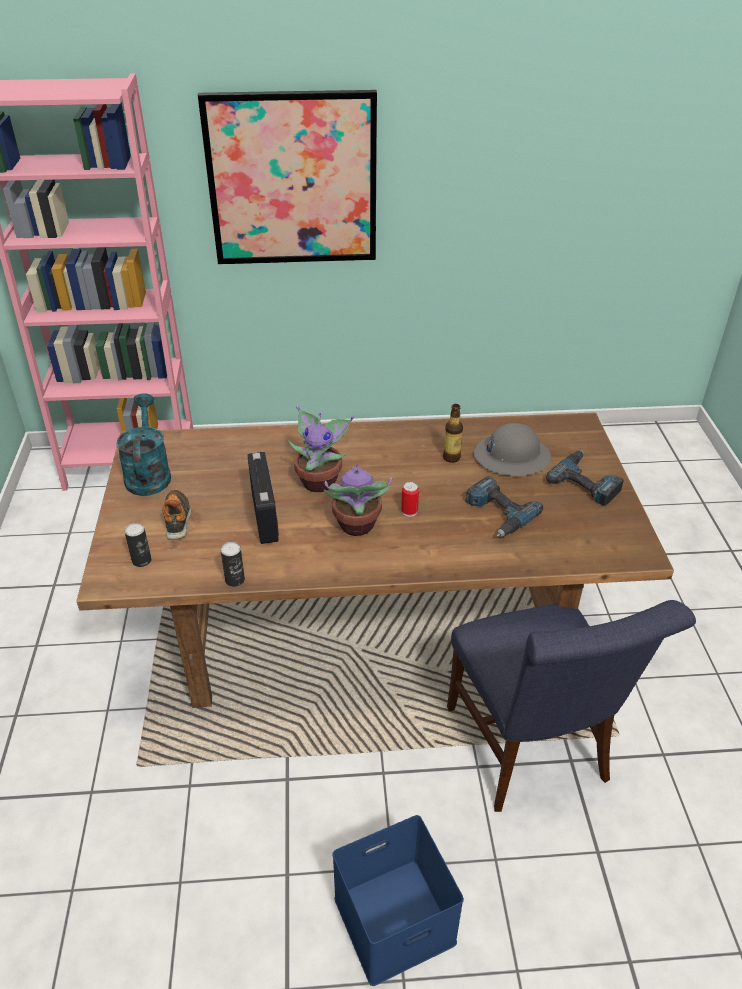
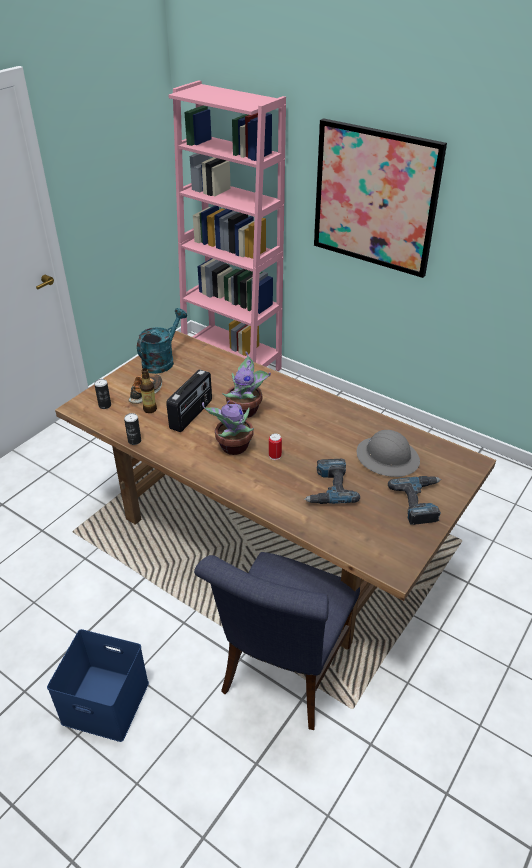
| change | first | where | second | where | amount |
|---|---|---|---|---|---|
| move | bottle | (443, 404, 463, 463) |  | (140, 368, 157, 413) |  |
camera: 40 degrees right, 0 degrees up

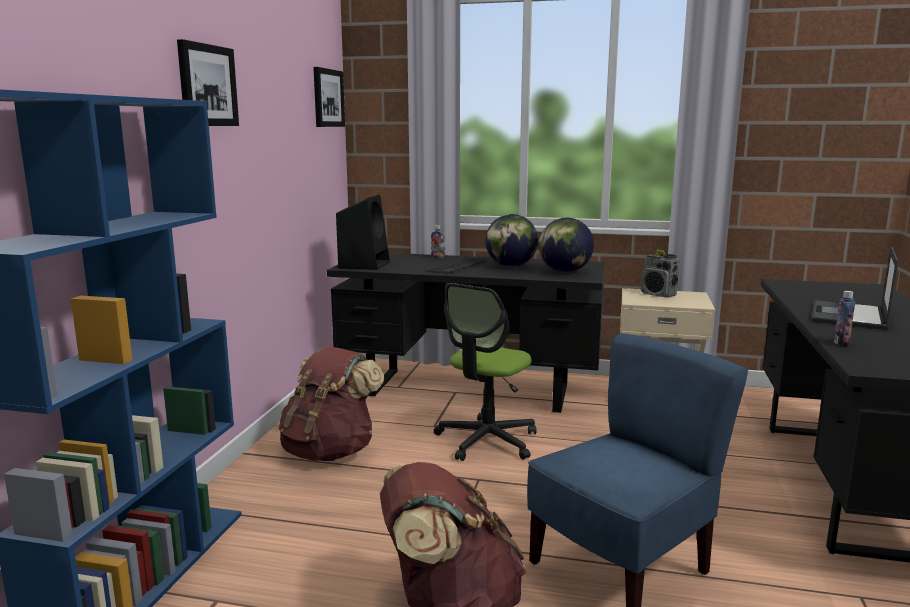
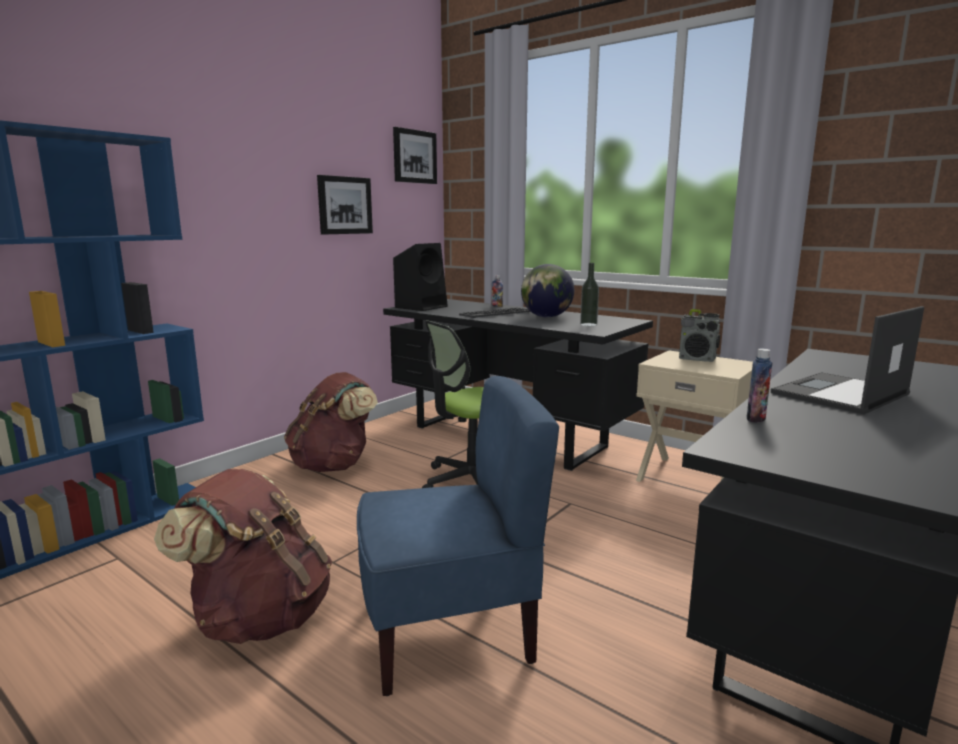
| change | first | where | second | where | amount |
|---|---|---|---|---|---|
| move | picture | (177, 39, 239, 126) |  | (317, 175, 373, 234) |  |
| replace | globe | (539, 218, 594, 272) | bottle | (580, 263, 599, 326) |  |
| rotate | radio | (641, 250, 679, 298) |  | (679, 309, 720, 362) | 45 degrees counterclockwise |
camera: 25 degrees right, 0 degrees up

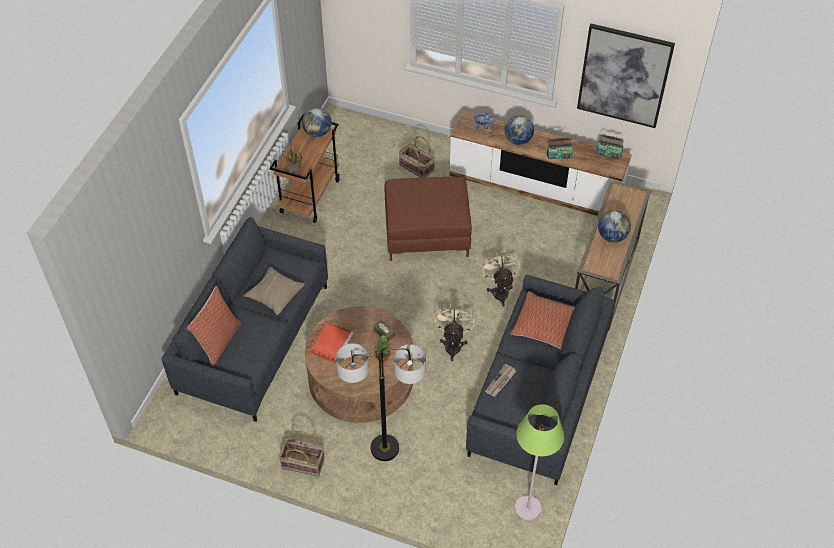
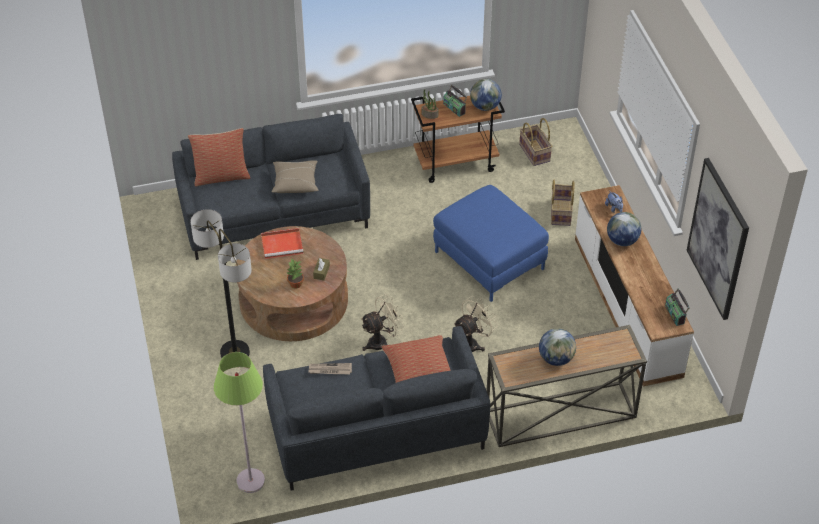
| change | first | where | second | where | amount |
|---|---|---|---|---|---|
| move | basket | (279, 431, 325, 476) |  | (519, 118, 552, 166) |  |
| move | radio | (547, 138, 573, 159) |  | (443, 85, 467, 117) |  |
| recolor | ottoman (brown) | (385, 177, 472, 261) | ottoman (blue) | (433, 185, 549, 302) |  |
camera: 55 degrees right, 5 degrees down

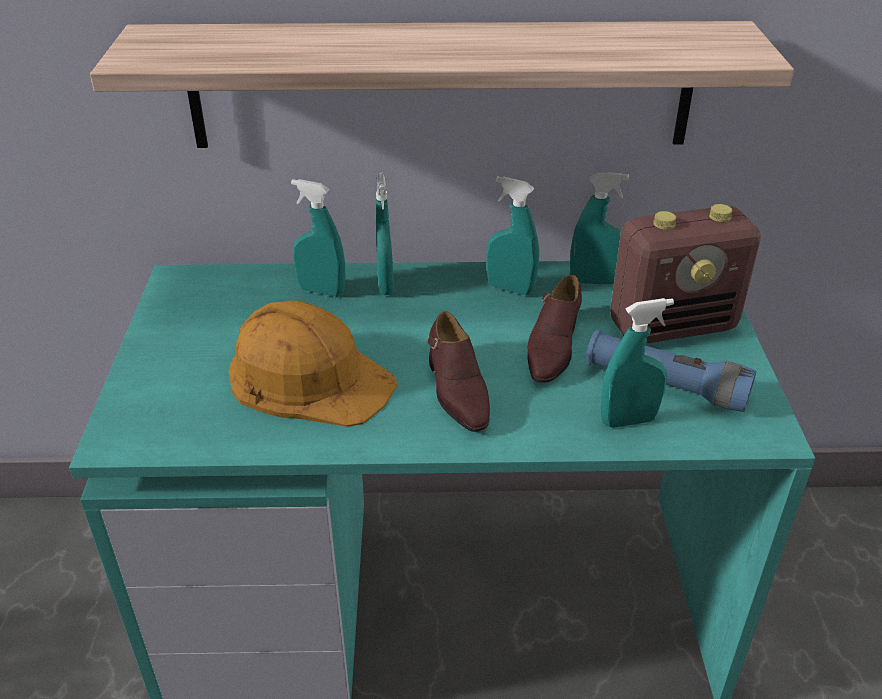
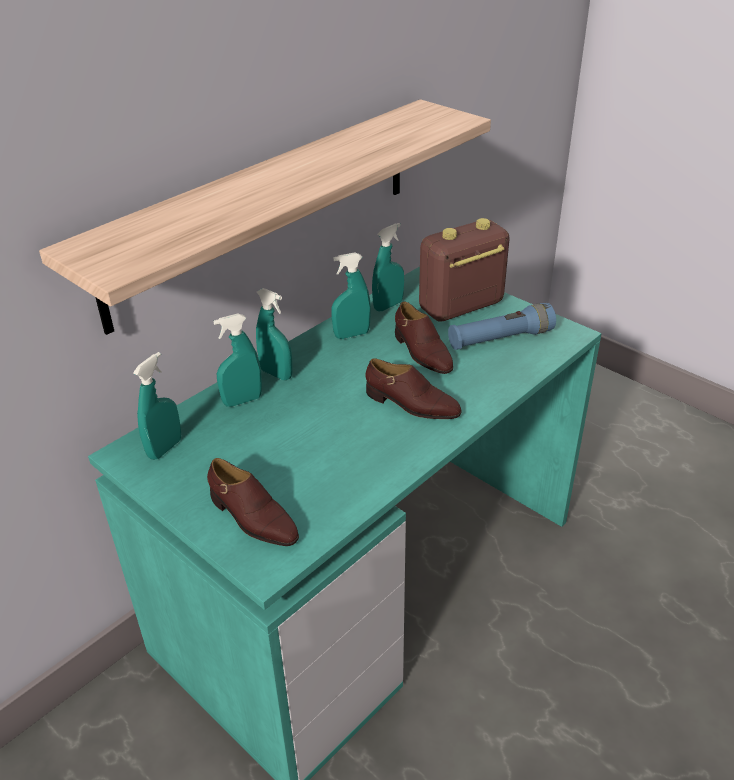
| change | first | where | second | where | amount |
|---|---|---|---|---|---|
| delete | hard hat (orange) | (228, 301, 398, 427) |  |  |  |
| insert |  |  | shoe (brown) | (207, 458, 299, 546) |  |
| move | spray bottle (turquoise) | (601, 298, 674, 428) |  | (133, 352, 181, 460) |  |
| rotate | radio | (610, 204, 761, 343) |  | (419, 218, 510, 322) | 150 degrees counterclockwise |
camera: 45 degrees left, 0 degrees up

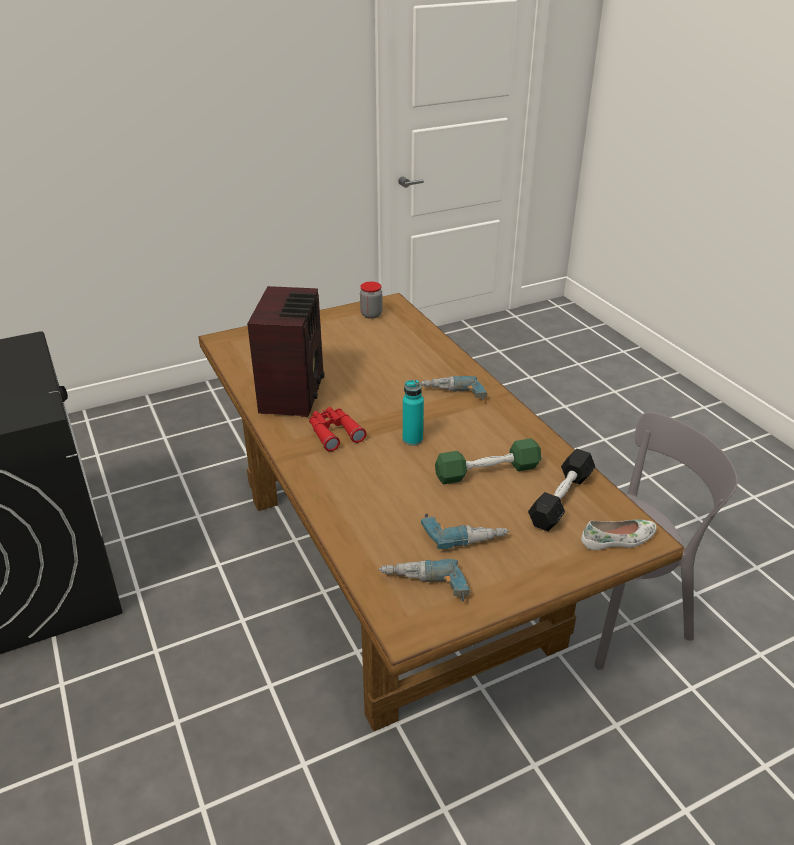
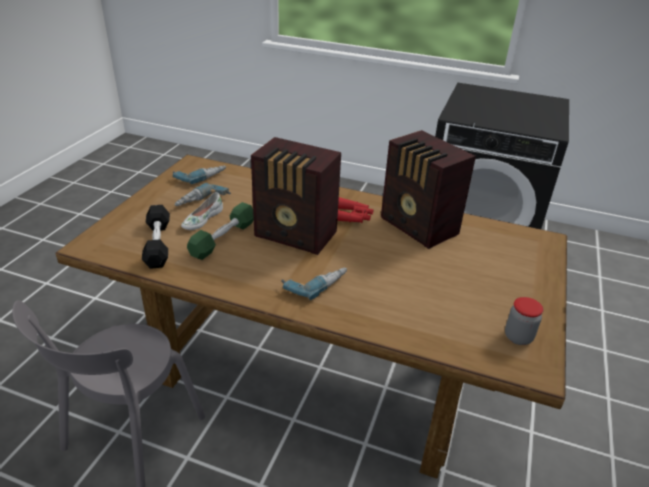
| change | first | where | second | where | amount |
|---|---|---|---|---|---|
| move | shoe (white) | (581, 520, 657, 550) |  | (181, 192, 223, 230) |  |
| replace | bottle (turquoise) | (403, 380, 424, 446) | radio | (251, 137, 341, 255) |  |
camera: 135 degrees right, 0 degrees up

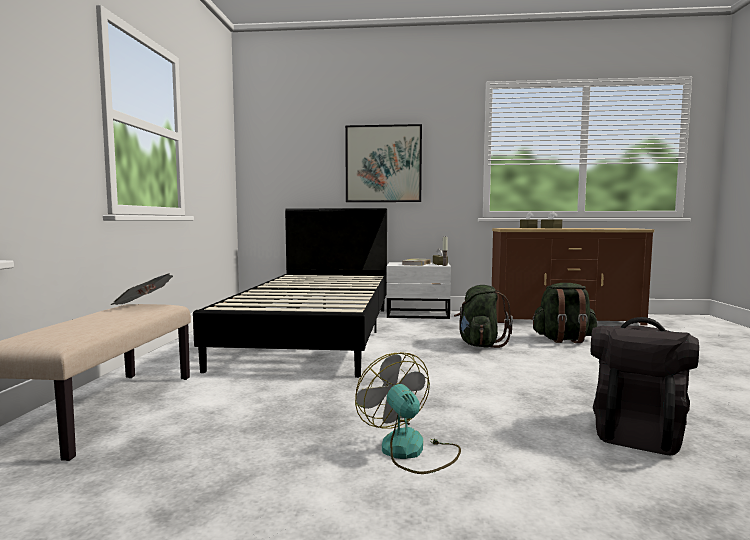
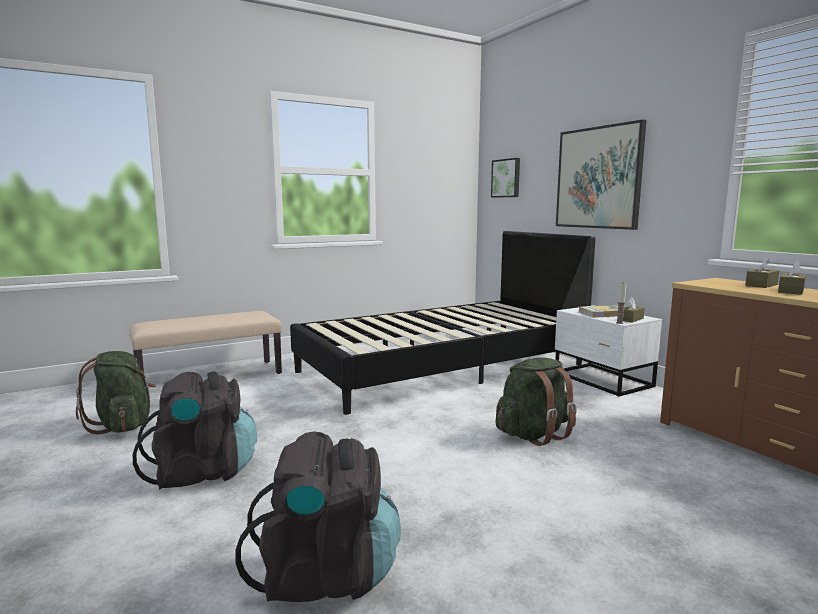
| change | first | where | second | where | amount |
|---|---|---|---|---|---|
| delete | newspaper | (110, 273, 173, 305) |  |  |  |
| insert |  |  | picture | (491, 158, 520, 198) |  |
| move | backpack (green) | (531, 283, 597, 343) |  | (76, 351, 156, 434) |  |
| replace | fan | (355, 352, 461, 474) | backpack (black) | (133, 371, 257, 490) |  |
camera: 55 degrees right, 5 degrees up

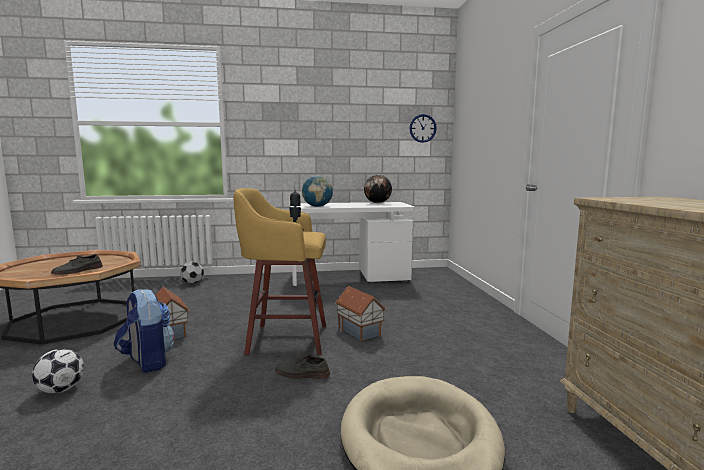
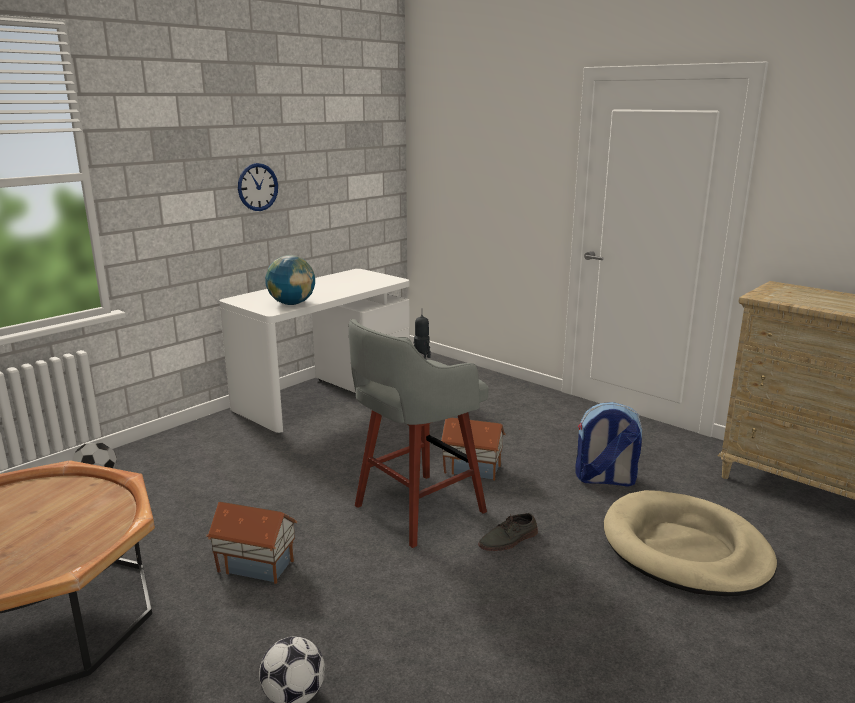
| change | first | where | second | where | amount |
|---|---|---|---|---|---|
| delete | shoe (grey) | (51, 254, 103, 275) |  |  |  |
| delete | globe | (364, 175, 392, 203) |  |  |  |
| move | backpack | (114, 289, 175, 373) |  | (575, 402, 642, 487) |  |
| move | wall clock | (409, 114, 437, 143) |  | (238, 163, 278, 211) |  |
| recolor | stool (yellow) | (234, 188, 326, 355) | stool (grey) | (348, 319, 489, 548) |  |
camera: 40 degrees left, 10 degrees up

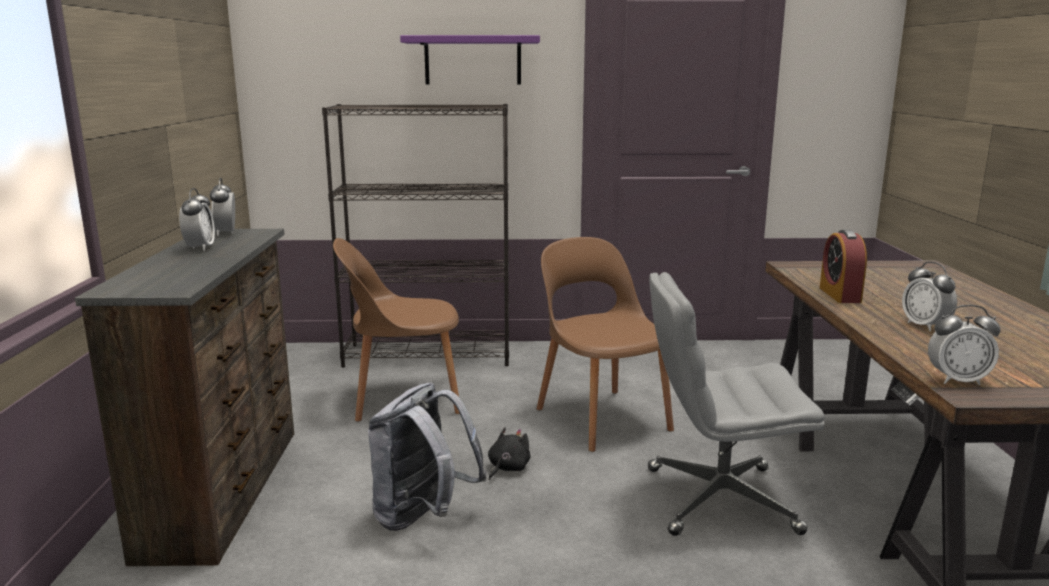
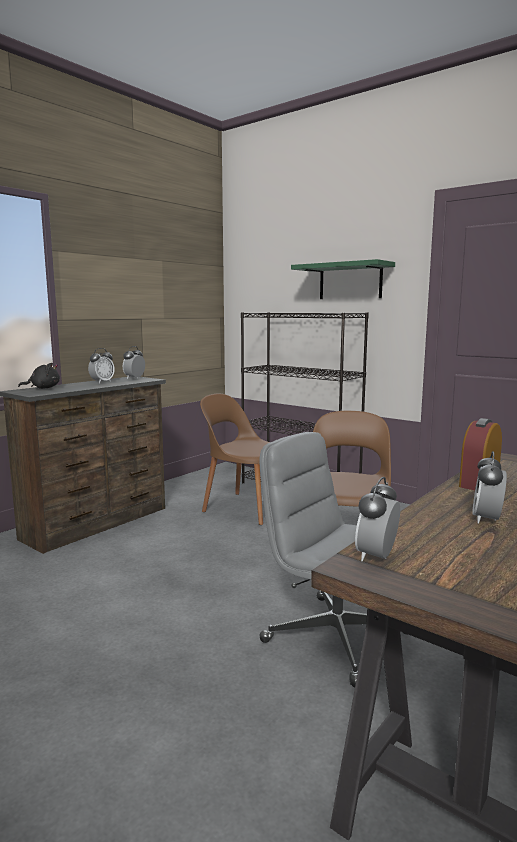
| change | first | where | second | where | amount |
|---|---|---|---|---|---|
| delete | backpack (grey) | (368, 382, 487, 531) |  |  |  |
| move | plush toy (black) | (488, 427, 531, 480) |  | (18, 363, 60, 389) |  |
| recolor | shelf (purple) | (400, 35, 540, 84) | shelf (green) | (291, 259, 395, 299) |  |
| rotate | alarm clock | (928, 305, 1001, 385) |  | (355, 477, 400, 561) | 75 degrees clockwise |
camera: 40 degrees right, 5 degrees down

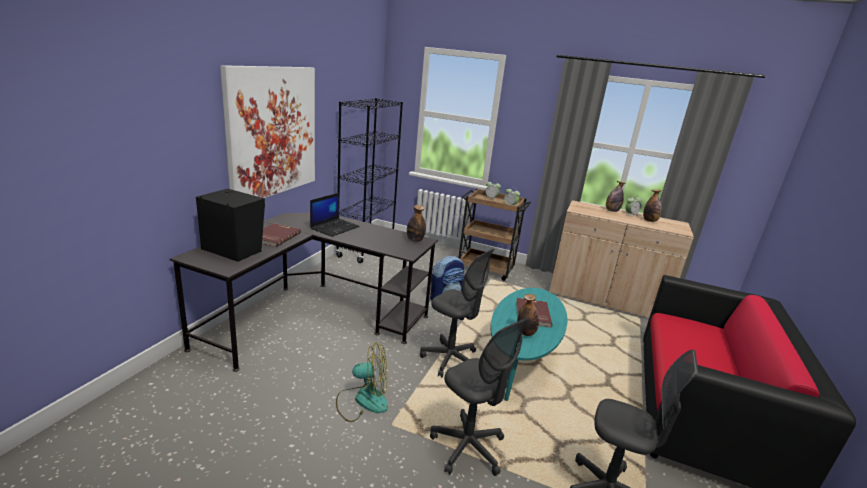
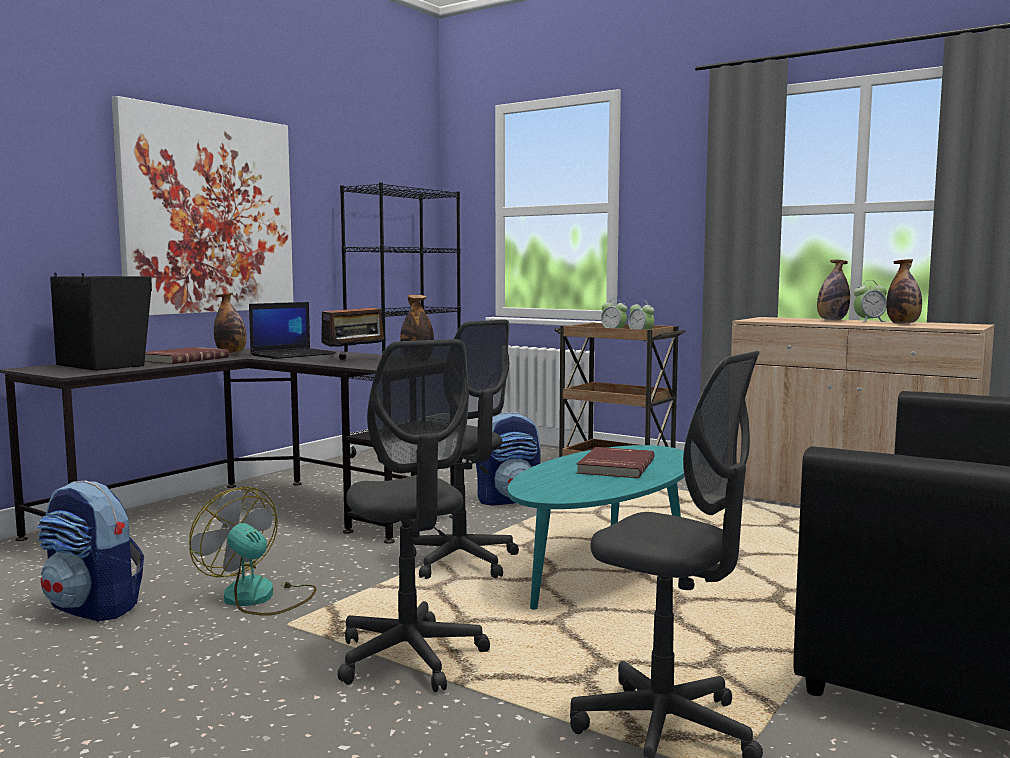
| change | first | where | second | where | amount |
|---|---|---|---|---|---|
| insert |  |  | backpack | (37, 481, 144, 622) |  |
| insert |  |  | radio | (321, 295, 387, 360) |  |
| move | bottle | (517, 294, 539, 336) |  | (214, 293, 246, 354) |  |
| rotate | fan | (336, 343, 388, 422) |  | (189, 487, 317, 616) | 150 degrees counterclockwise |
camera: 15 degrees right, 15 degrees down

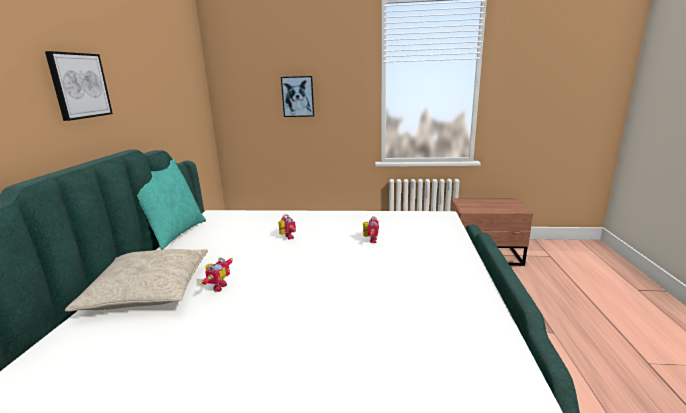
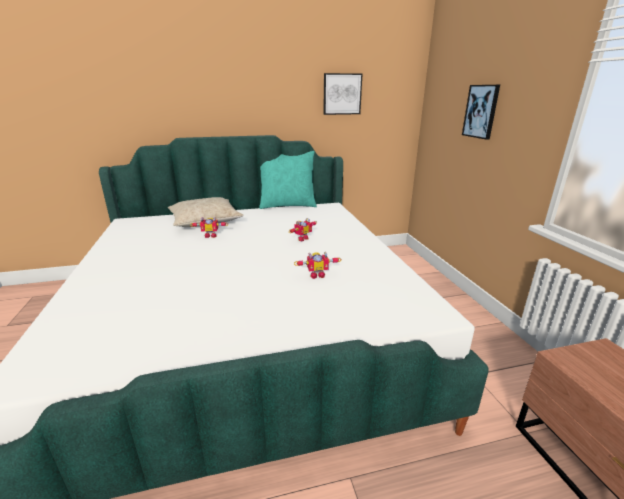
| change | first | where | second | where | amount |
|---|---|---|---|---|---|
| move | picture | (45, 51, 113, 121) |  | (323, 73, 362, 115) |  |
camera: 70 degrees right, 5 degrees up

